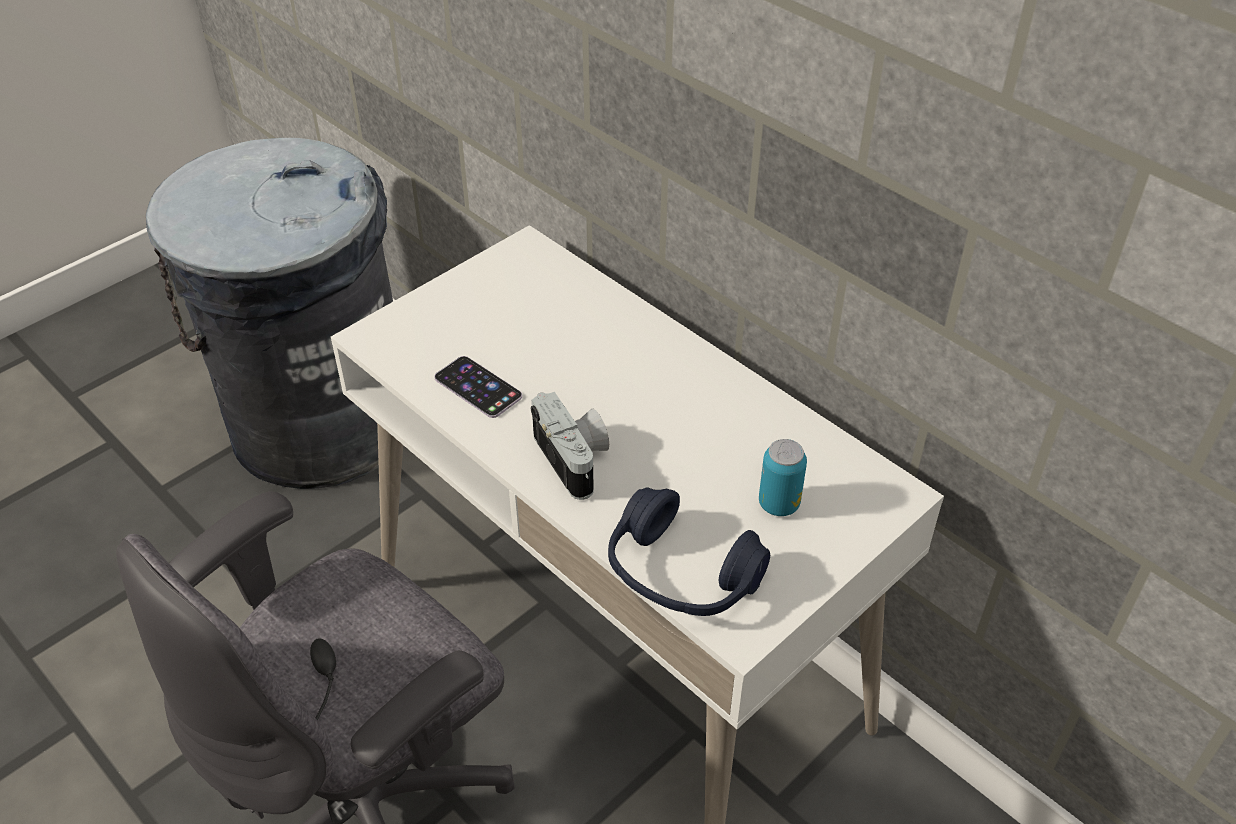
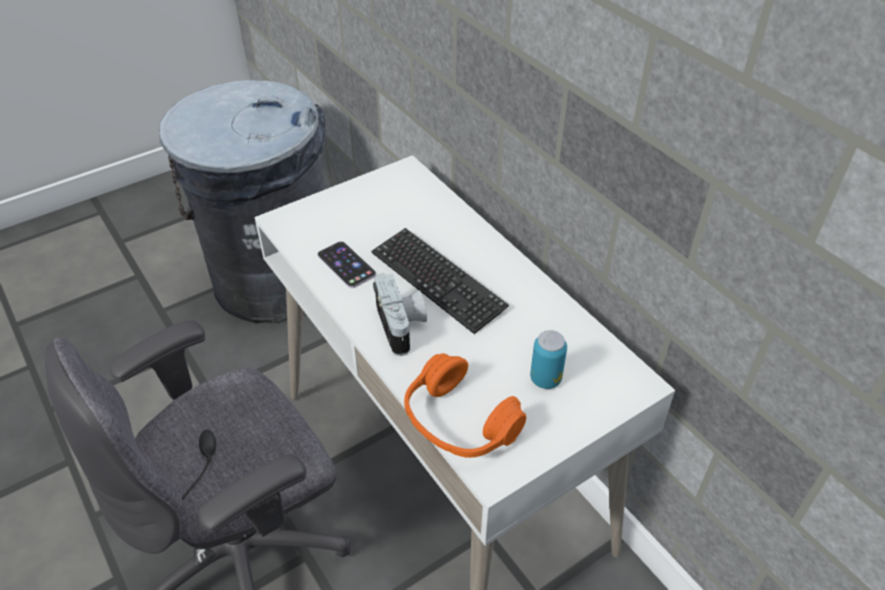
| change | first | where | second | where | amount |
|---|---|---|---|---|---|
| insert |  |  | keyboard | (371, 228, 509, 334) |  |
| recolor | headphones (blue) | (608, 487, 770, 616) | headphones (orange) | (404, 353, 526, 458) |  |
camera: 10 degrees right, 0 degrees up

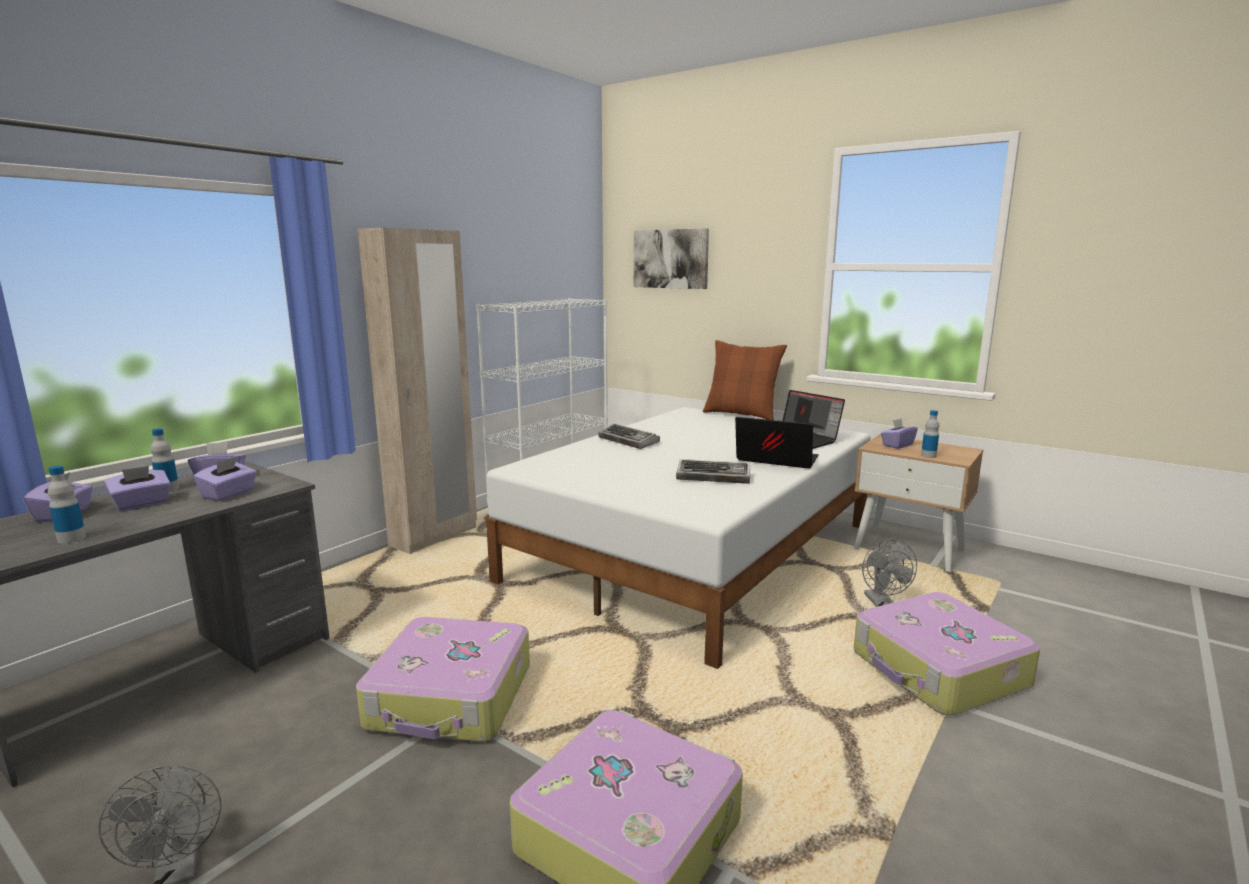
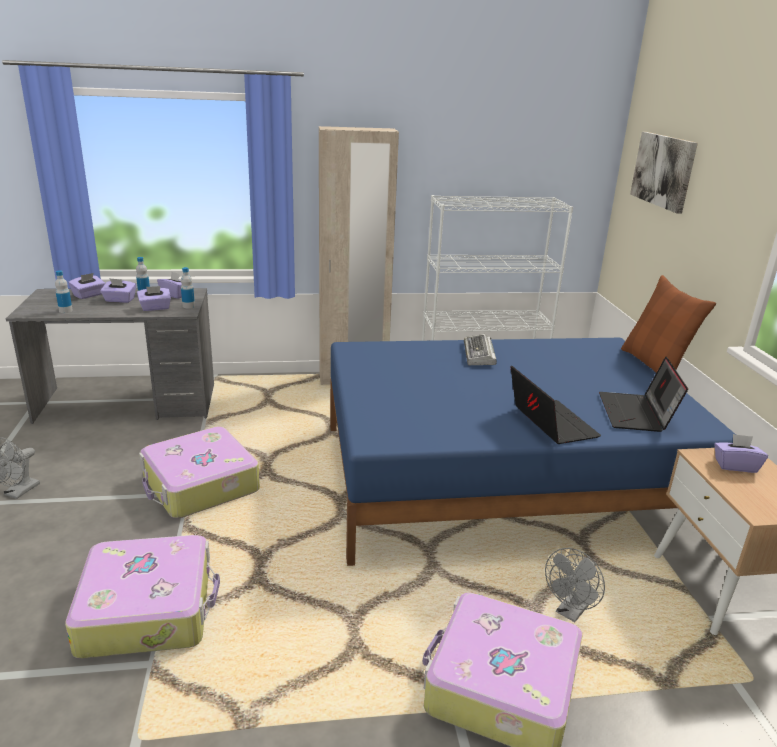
| change | first | where | second | where | amount |
|---|---|---|---|---|---|
| delete | keyboard | (676, 459, 750, 484) |  |  |  |
| move | bottle | (921, 410, 939, 458) |  | (181, 267, 195, 308) |  |
| recolor | bed (white) | (486, 407, 871, 669) | bed (blue) | (330, 338, 735, 566) |  |
camera: 45 degrees right, 10 degrees up

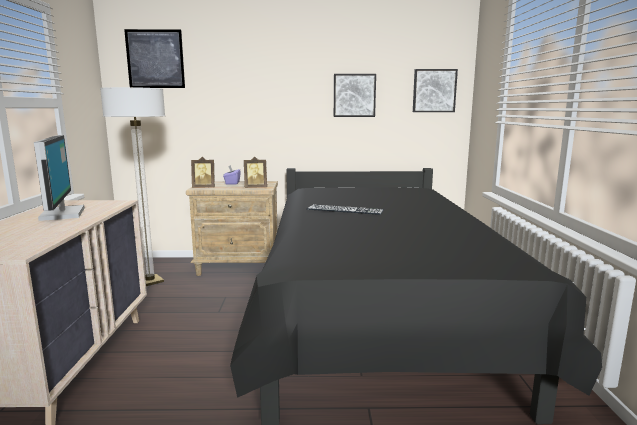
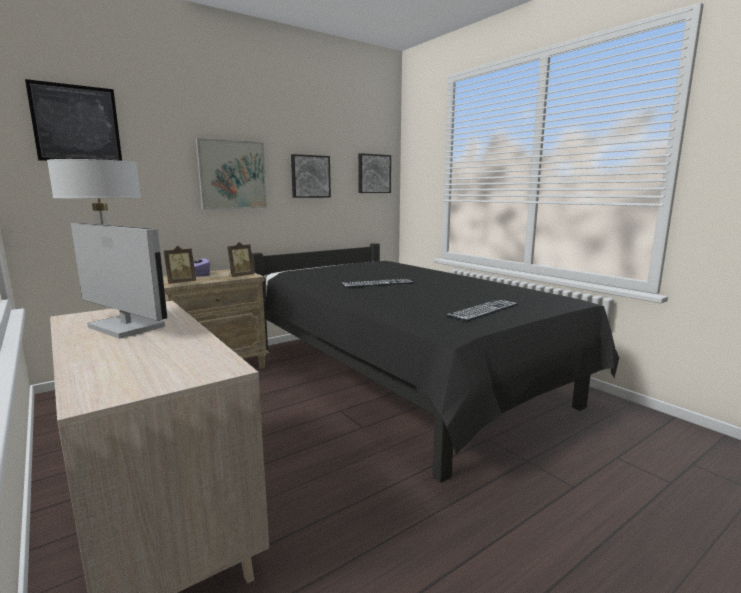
| change | first | where | second | where | amount |
|---|---|---|---|---|---|
| insert |  |  | picture | (196, 138, 267, 209) |  |
| insert |  |  | keyboard | (446, 300, 518, 321) |  |
camera: 35 degrees left, 0 degrees up

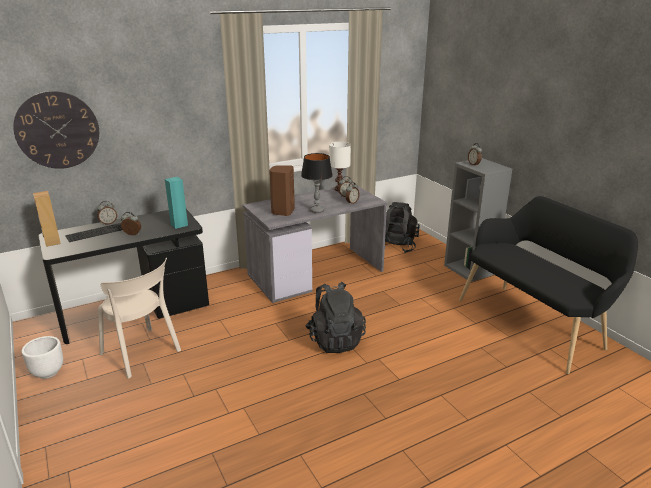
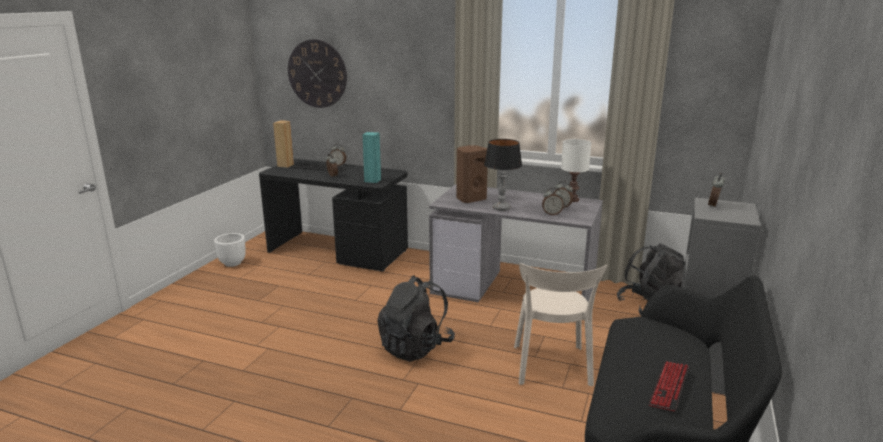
| change | first | where | second | where | amount |
|---|---|---|---|---|---|
| insert |  |  | keyboard | (649, 361, 689, 411) |  |
| move | chair (beige) | (98, 257, 181, 379) |  | (514, 263, 608, 386) |  |
camera: 50 degrees right, 5 degrees down

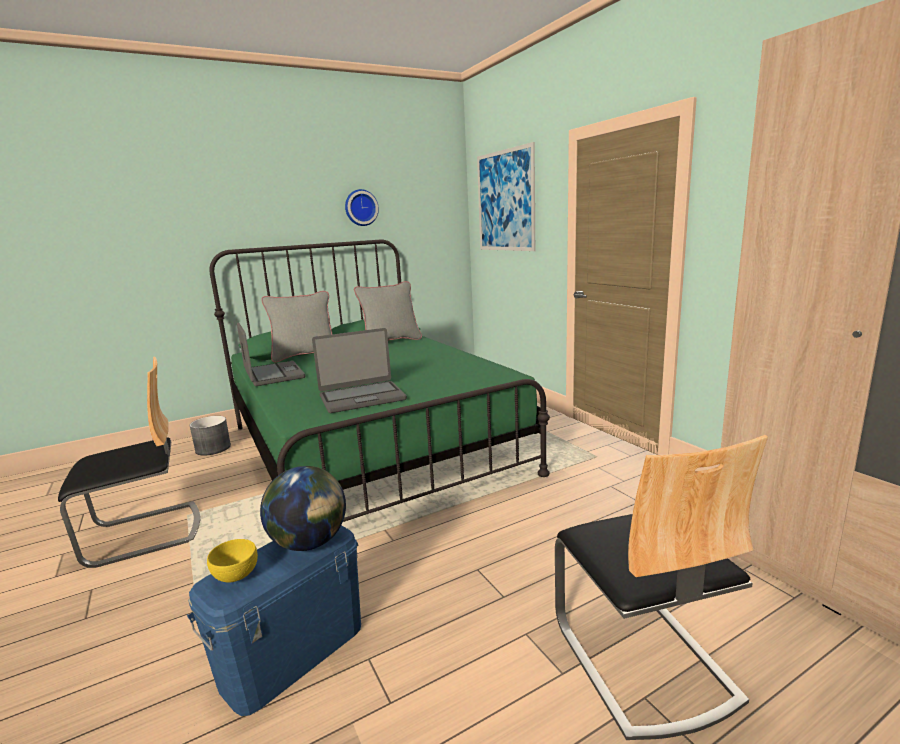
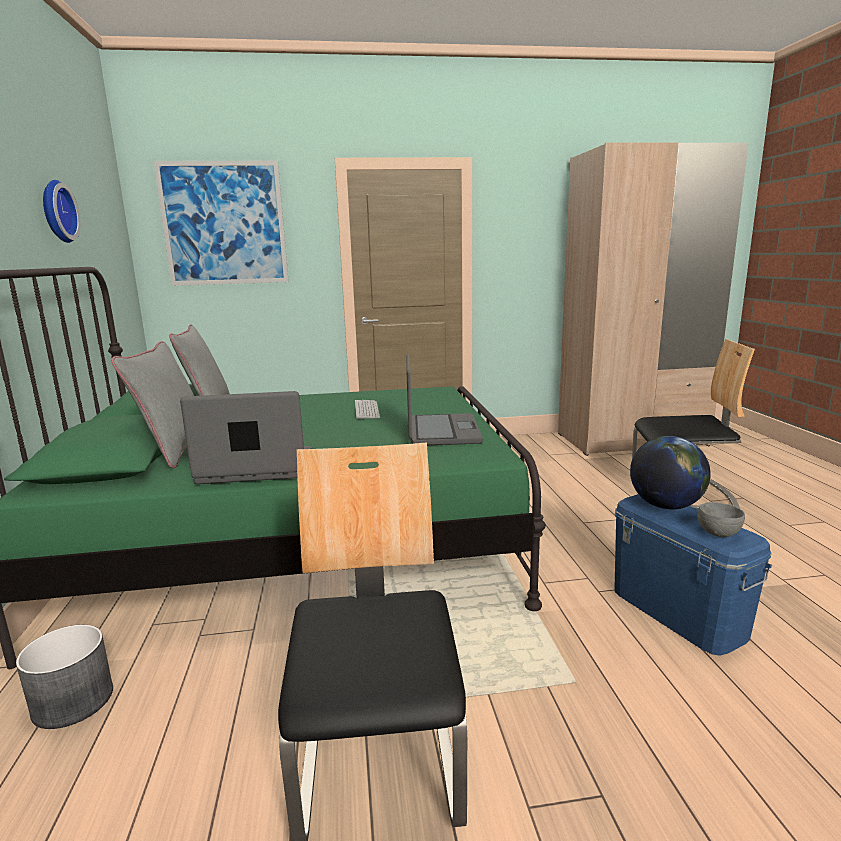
| change | first | where | second | where | amount |
|---|---|---|---|---|---|
| insert |  |  | keyboard | (355, 400, 380, 419) |  |
| recolor | bowl (yellow) | (207, 539, 258, 583) | bowl (grey) | (697, 502, 745, 537) |  |
camera: 70 degrees left, 0 degrees up

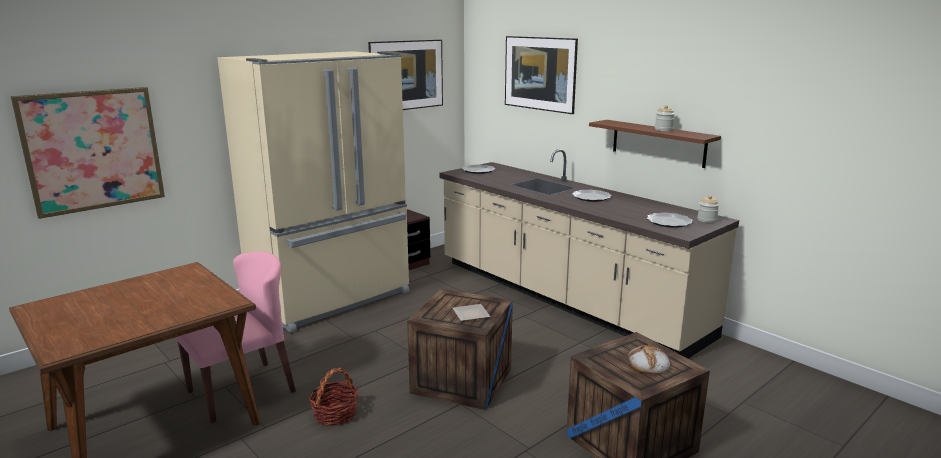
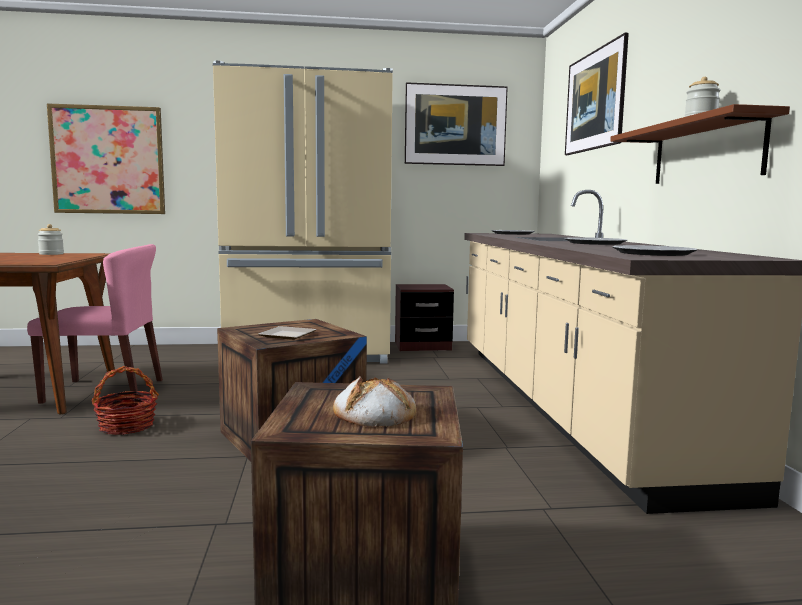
| change | first | where | second | where | amount |
|---|---|---|---|---|---|
| move | jar | (697, 195, 719, 223) |  | (37, 224, 64, 255) |  |
camera: 35 degrees right, 10 degrees down

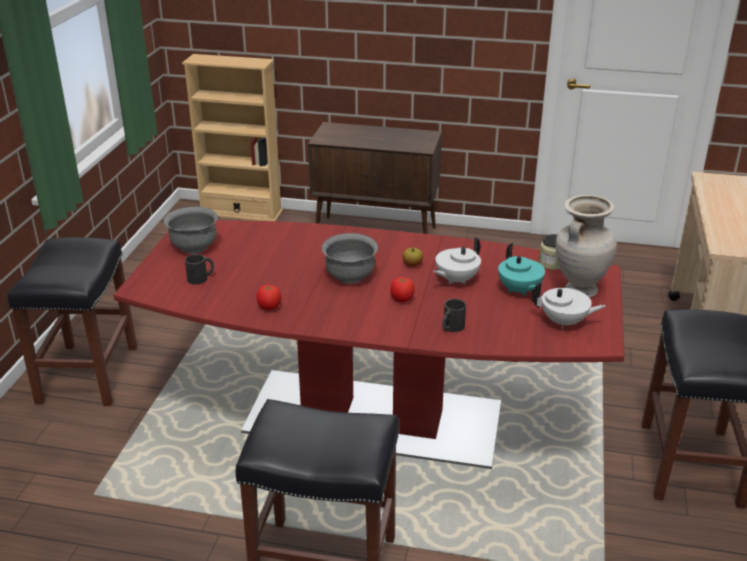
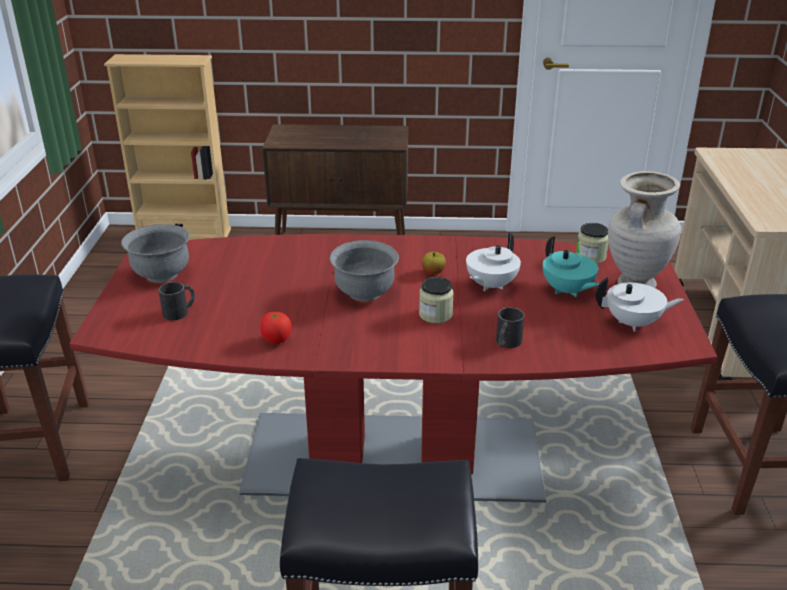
| change | first | where | second | where | amount |
|---|---|---|---|---|---|
| replace | tomato | (390, 277, 415, 302) | jar | (419, 277, 454, 323) |  |
camera: 10 degrees left, 0 degrees up

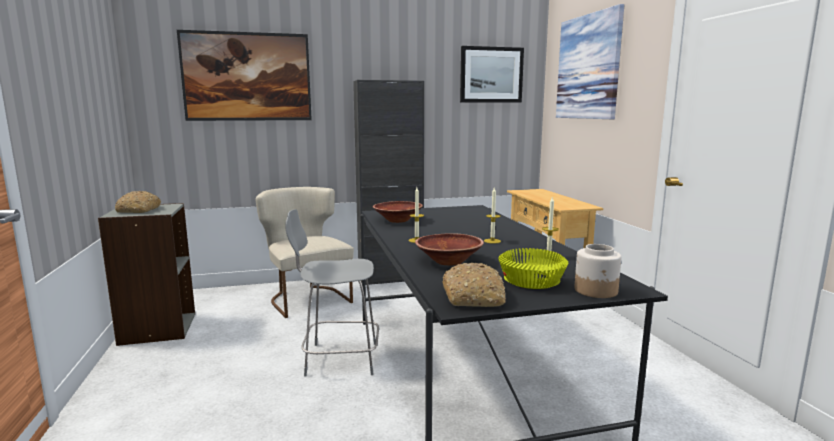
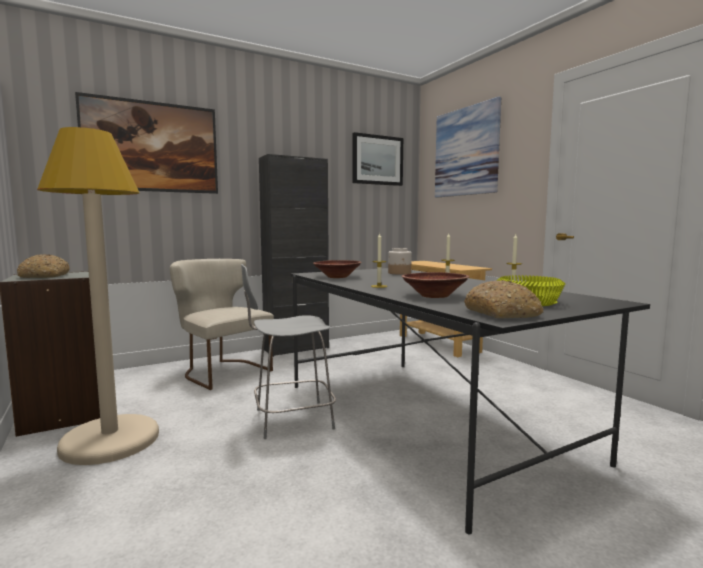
| change | first | where | second | where | amount |
|---|---|---|---|---|---|
| insert |  |  | floor lamp (beige) | (37, 127, 159, 465) |  |
| move | jar | (575, 244, 621, 298) |  | (388, 248, 412, 275) |  |
camera: 15 degrees left, 5 degrees down

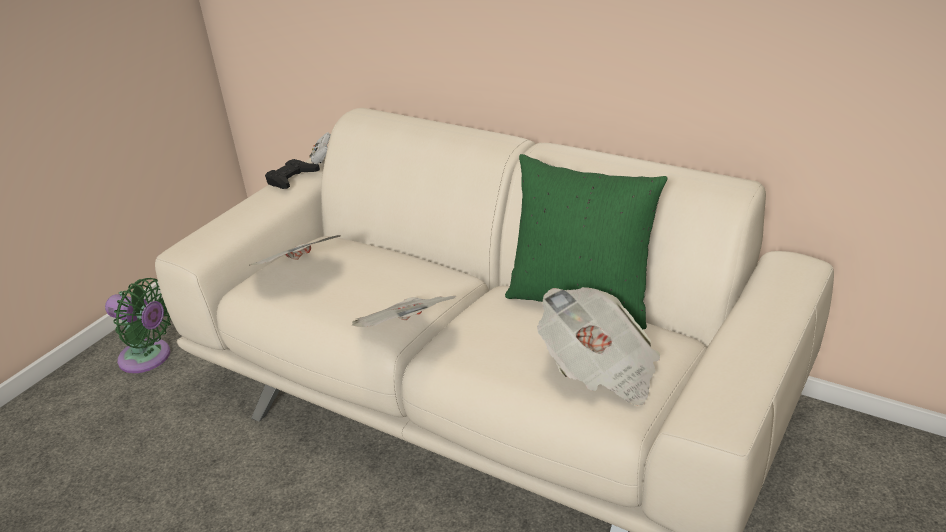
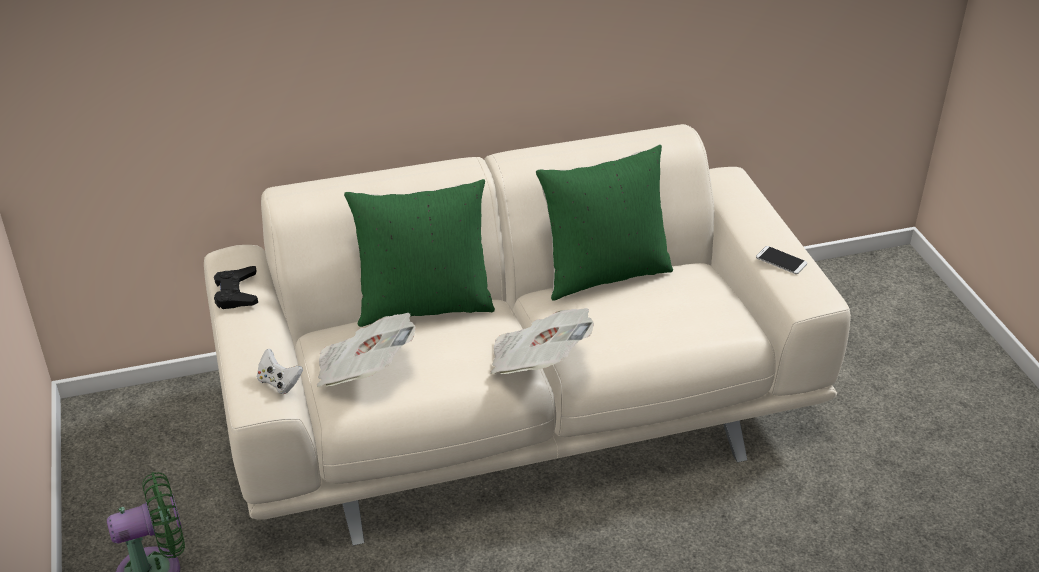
| change | first | where | second | where | amount |
|---|---|---|---|---|---|
| delete | newspaper | (537, 287, 660, 405) |  |  |  |
| insert |  |  | pillow (green) | (344, 179, 495, 327) |  |
| insert |  |  | phone | (756, 246, 807, 274) |  |
| move | game controller (white) | (310, 132, 331, 164) |  | (257, 348, 303, 394) |  |
camera: 50 degrees left, 5 degrees up

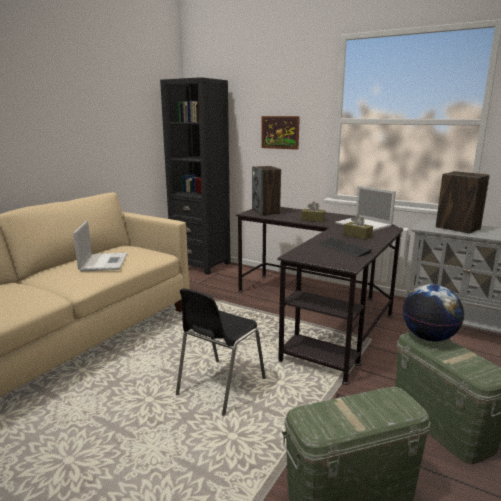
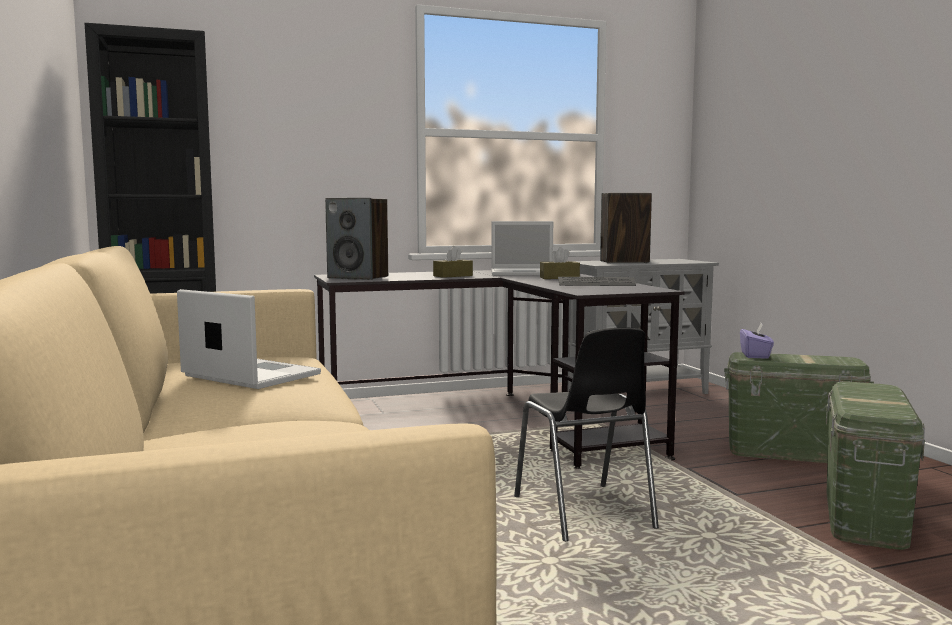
| change | first | where | second | where | amount |
|---|---|---|---|---|---|
| delete | picture | (261, 116, 300, 150) |  |  |  |
| replace | globe | (403, 284, 464, 342) | tissue box (purple) | (740, 323, 774, 359) |  |
camera: 50 degrees left, 10 degrees down

